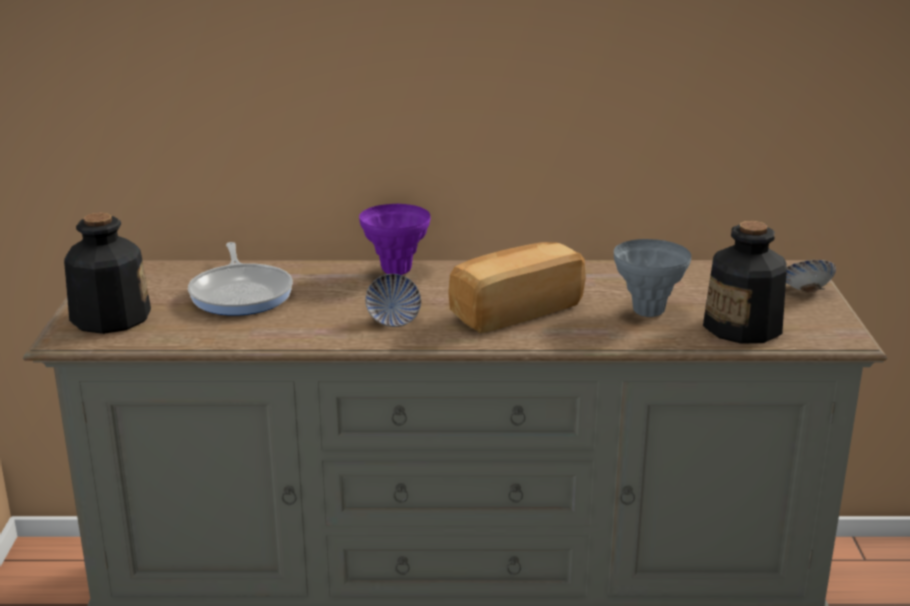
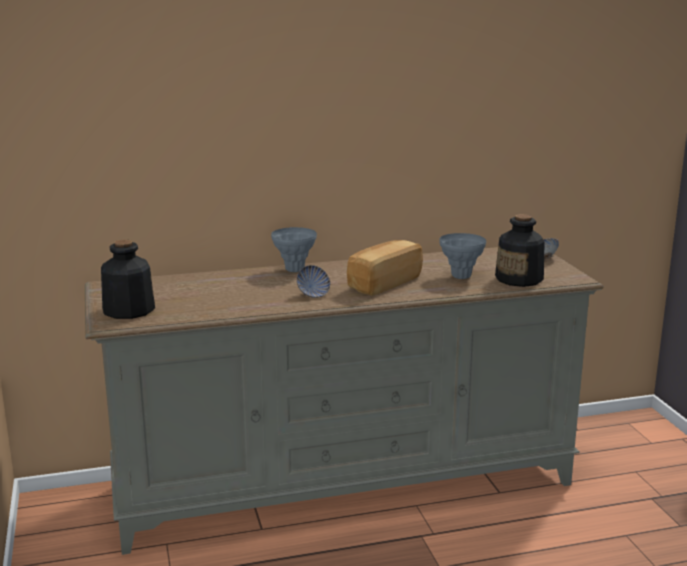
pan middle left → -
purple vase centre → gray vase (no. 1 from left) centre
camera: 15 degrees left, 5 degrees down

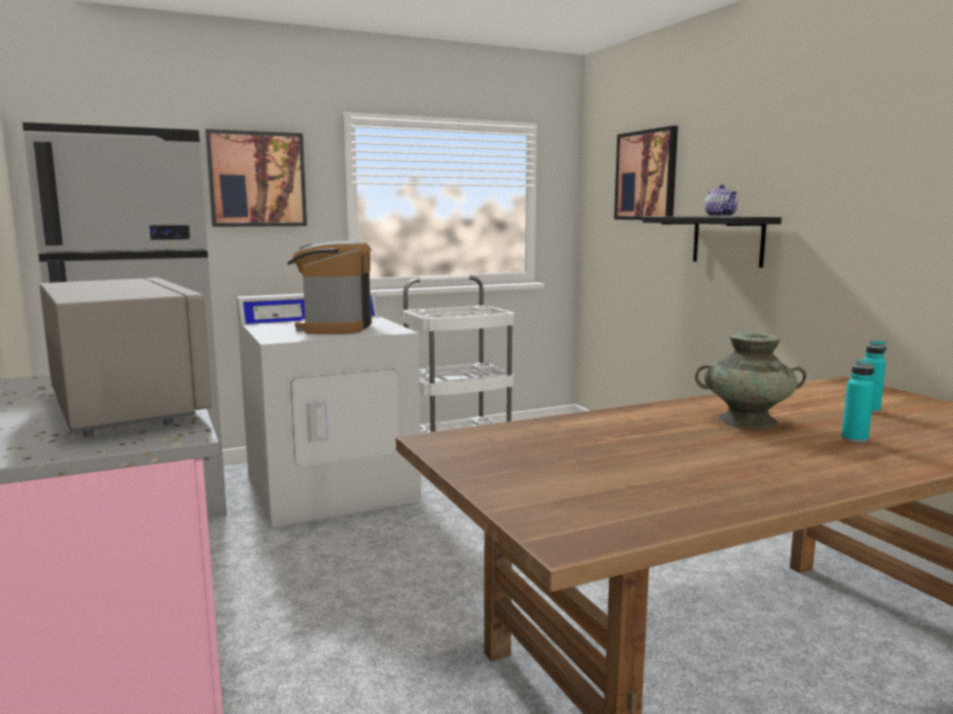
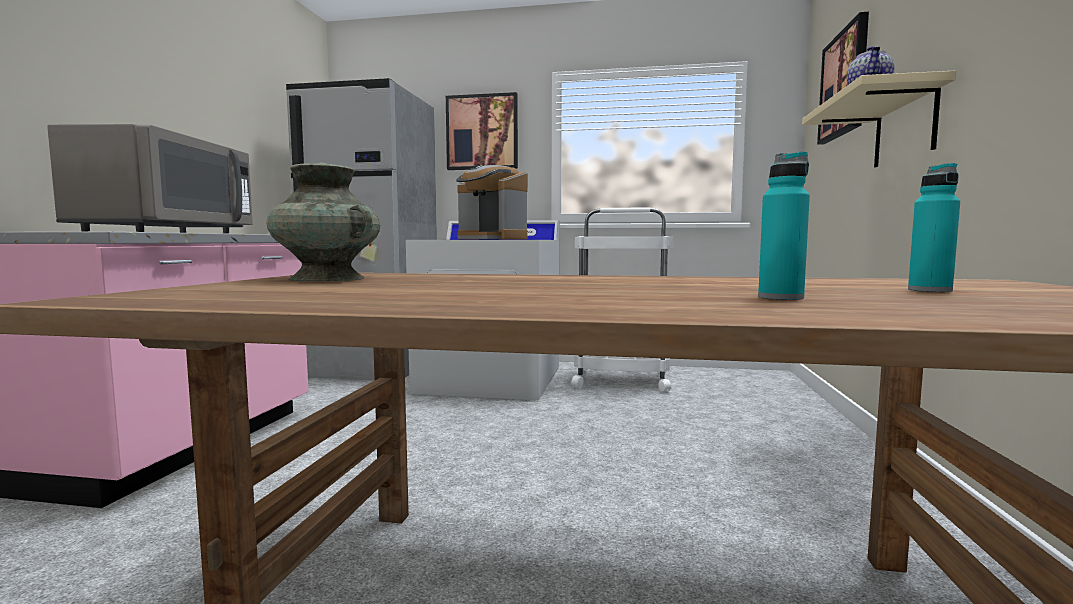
blue-green vase middle right → blue-green vase middle left, relocated
blackish shelf middle right → beige shelf top right
coffee brewer centre, 90 degrees counterclockwise
camera: 35 degrees right, 5 degrees down

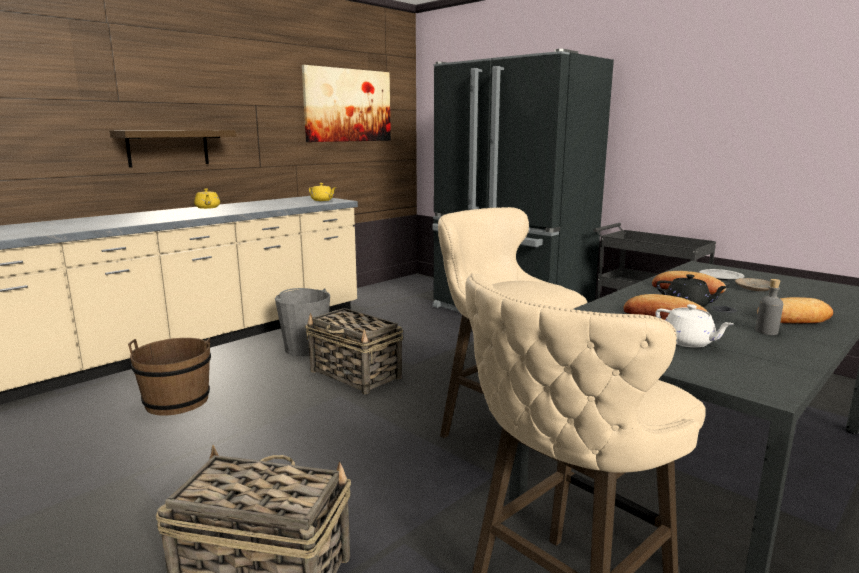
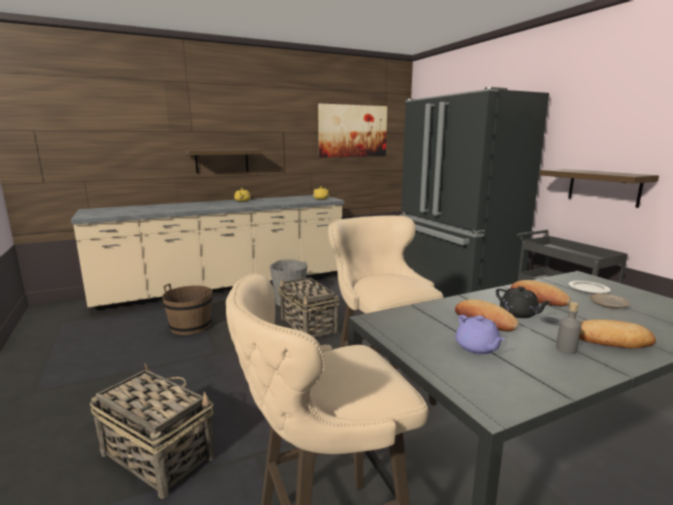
- → shelf (no. 2 from left) middle right
whitish tea pot middle right → purple tea pot middle right
camera: 20 degrees right, 0 degrees up

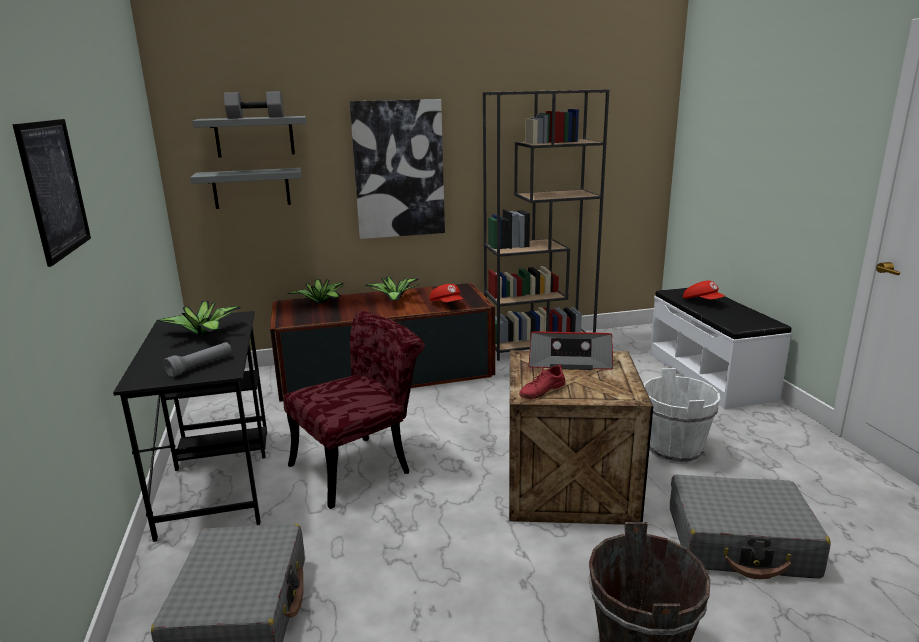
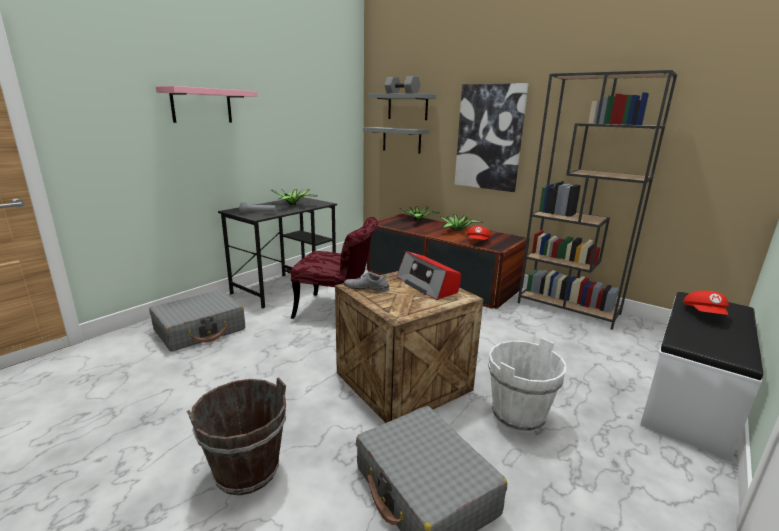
wall art (no. 1 from left) top left → pink shelf top left
red-coloured item of footwear centre → gray item of footwear centre
camera: 50 degrees right, 0 degrees up

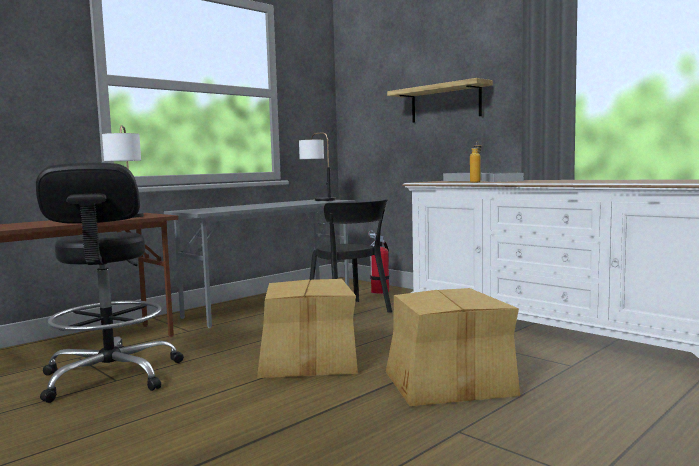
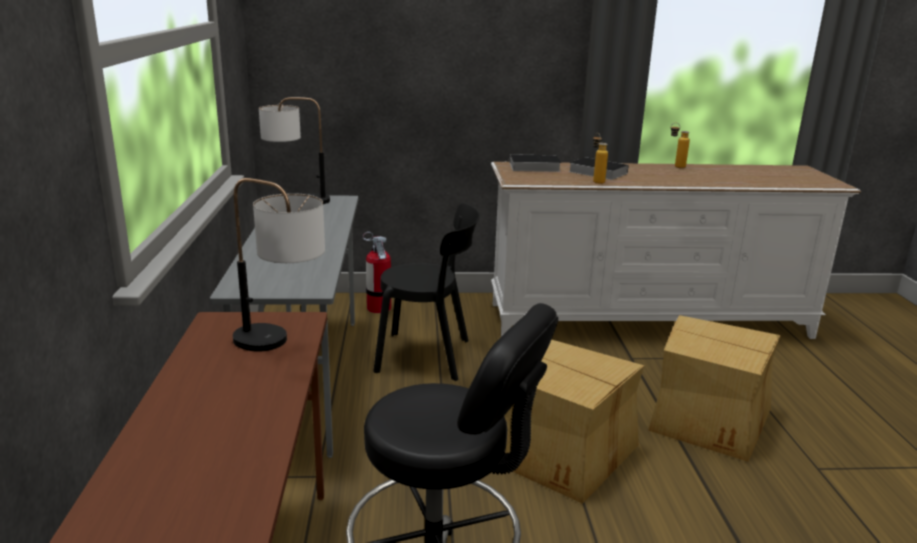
shelf top centre → -
- → bottle (no. 2 from left) top right
camera: 50 degrees left, 15 degrees up

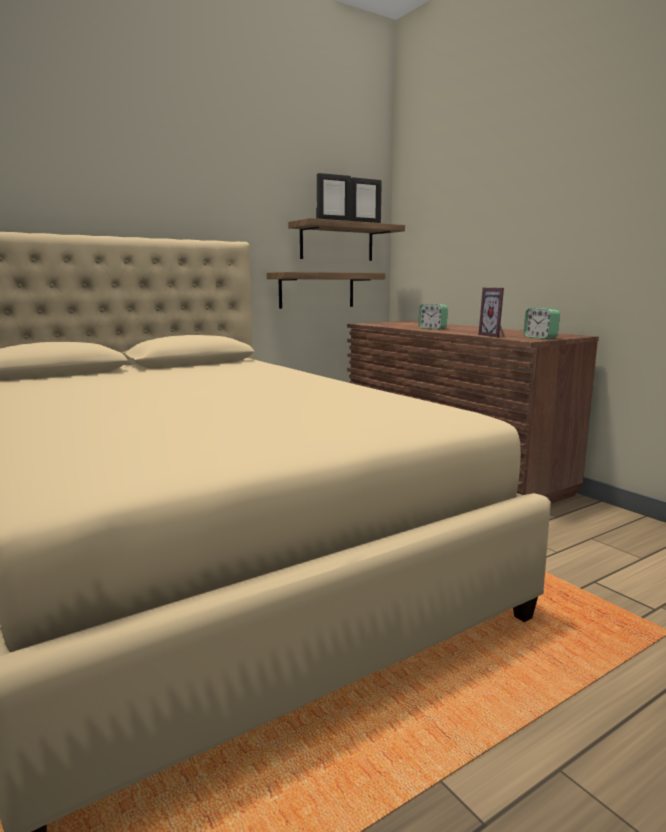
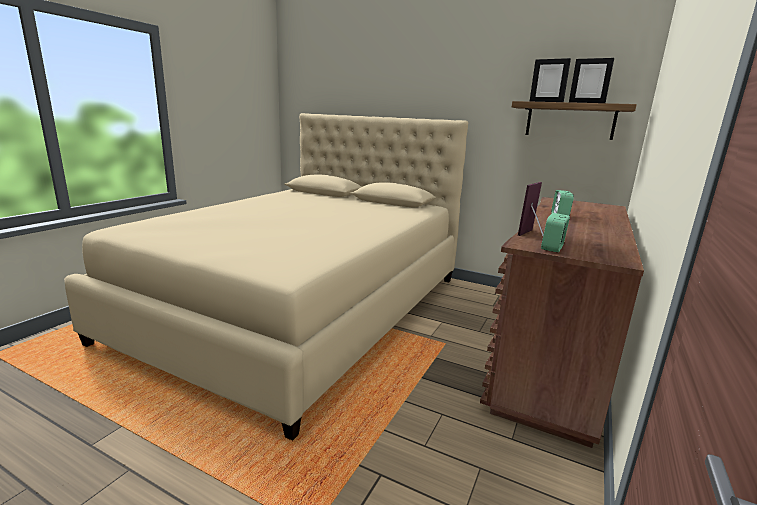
shelf (no. 1 from left) centre → -
camera: 60 degrees right, 5 degrees up

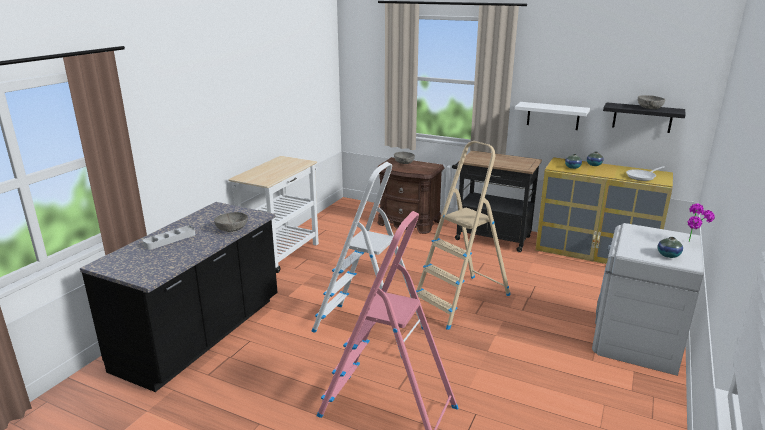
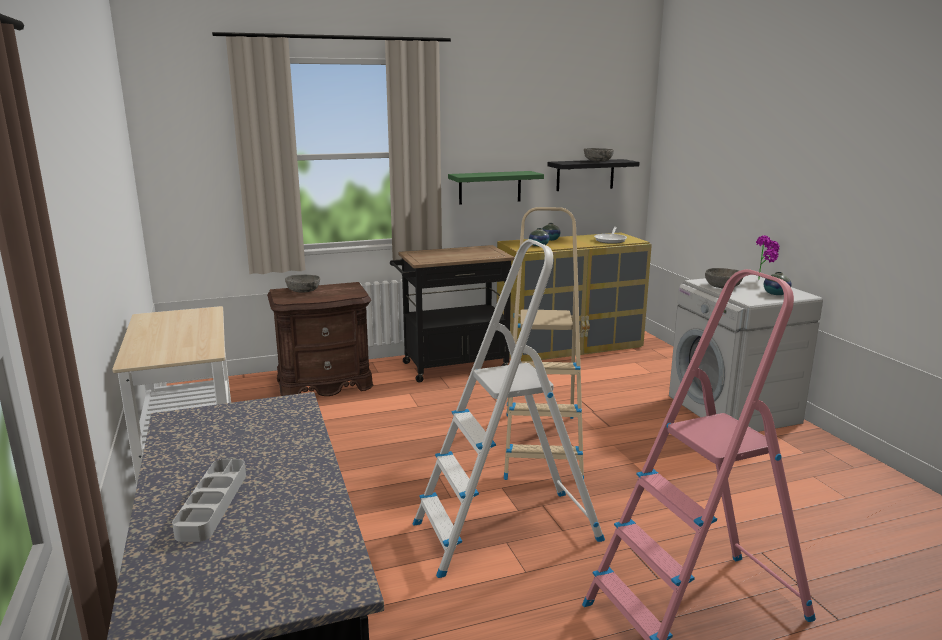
gray serving bowl (no. 1 from left in the first image) middle left → gray serving bowl (no. 3 from left) middle right, relocated
whitish shelf top right → green-coloured shelf top centre
camera: 45 degrees left, 5 degrees down

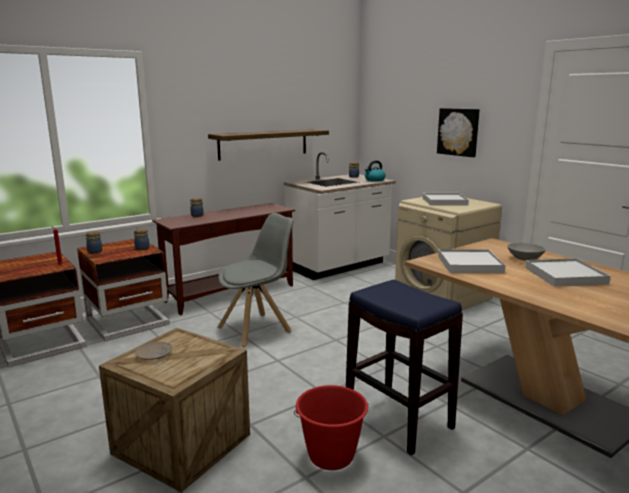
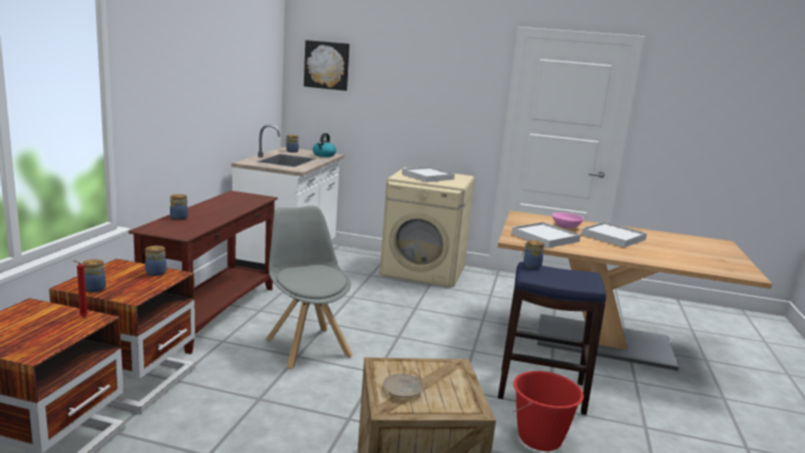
shelf top centre → -
- → storage jar (no. 5 from left) centre
wall art top right → wall art top centre, relocated
gray serving bowl middle right → pink serving bowl middle right
gray plain chair centre, 45 degrees counterclockwise
camera: 40 degrees left, 0 degrees up

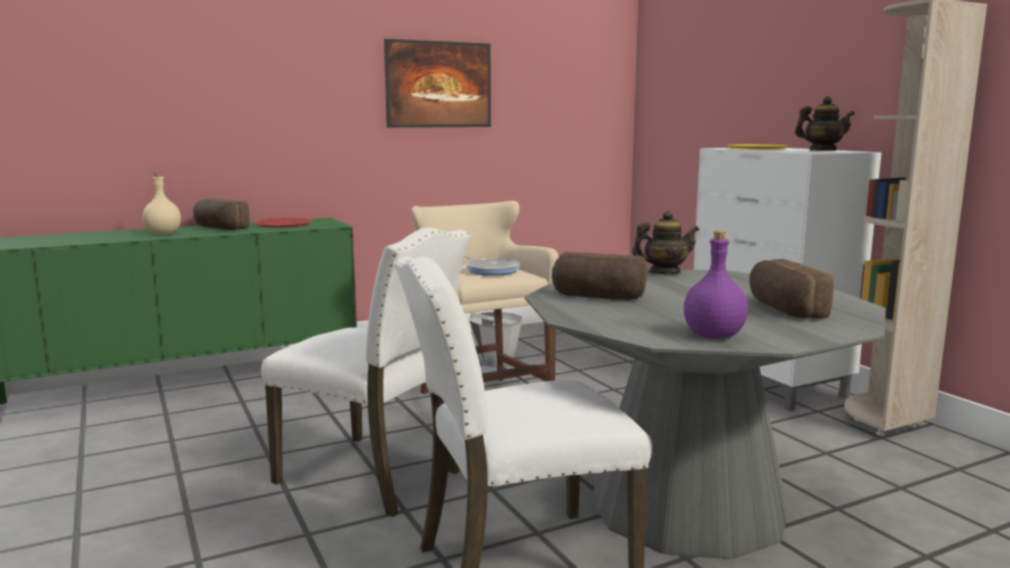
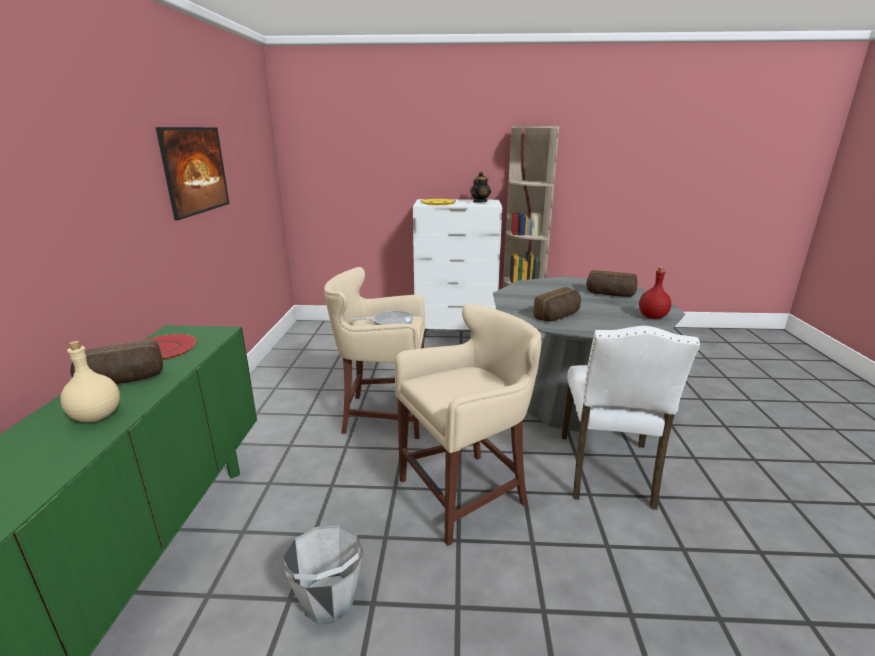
tea pot (no. 1 from left) centre → -
gray water bucket centre → gray water bucket bottom centre, relocated
whitish plain chair (no. 1 from left) centre → beige stool (no. 2 from left) centre
purple bottle middle right → red-coloured bottle middle right
camera: 60 degrees left, 10 degrees up

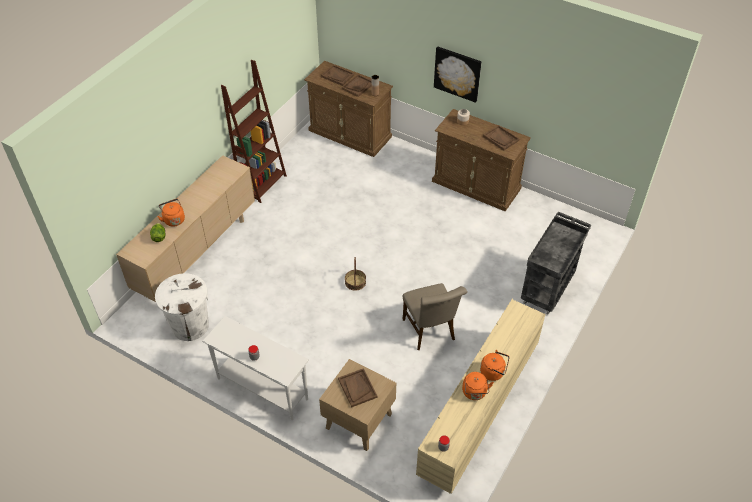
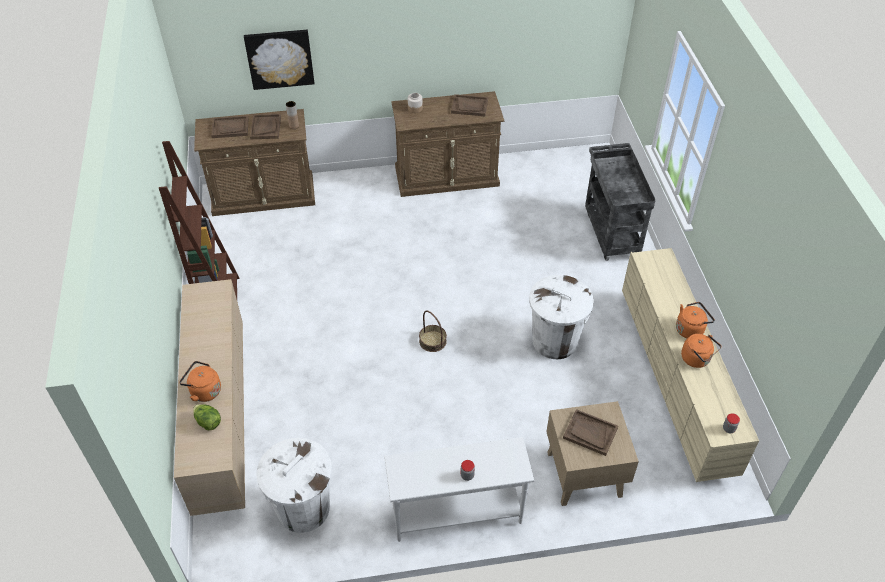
wall art top centre → wall art top left, relocated
beige plain chair centre → whitish rubbish bin (no. 2 from left) centre
camera: 40 degrees left, 0 degrees up

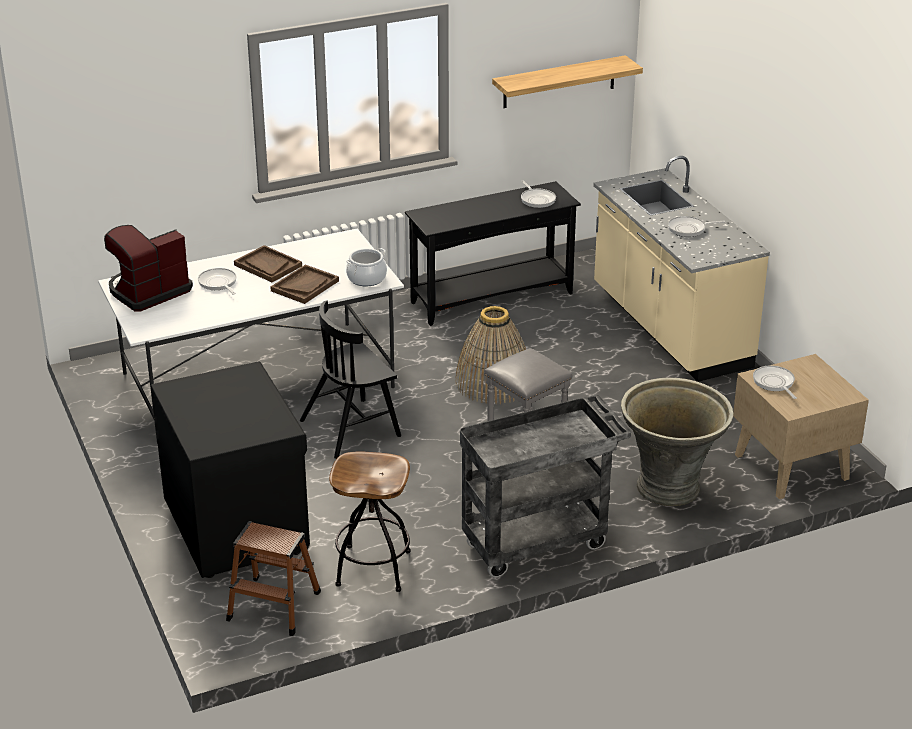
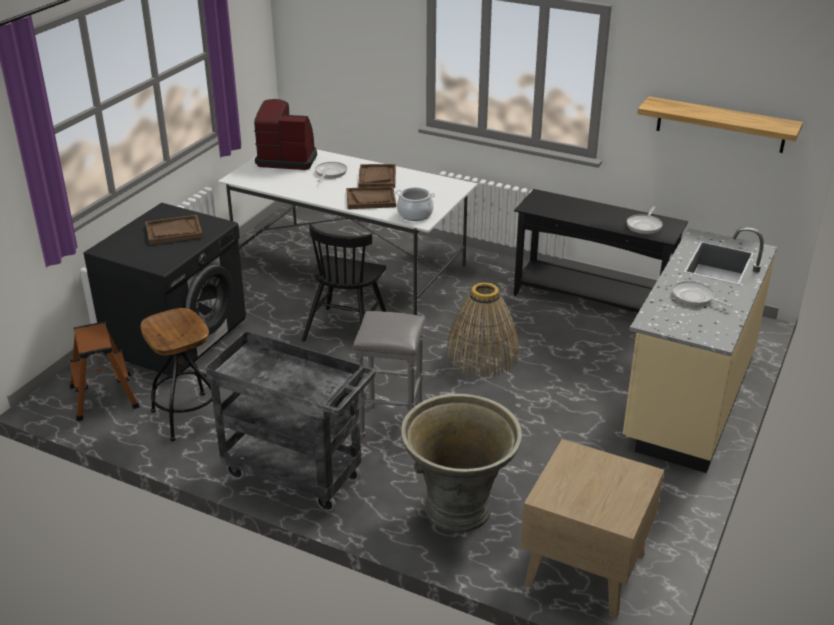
pan (no. 4 from left) middle right → -
- → brown tray (no. 1 from left) middle left
blackish plain chair centre, 90 degrees counterclockwise
camera: 50 degrees right, 0 degrees up

